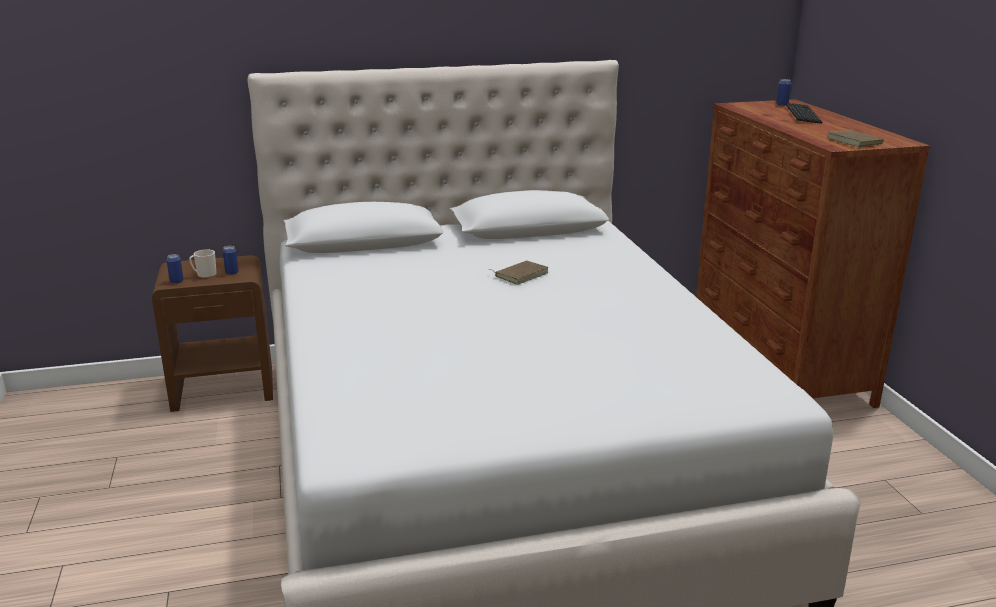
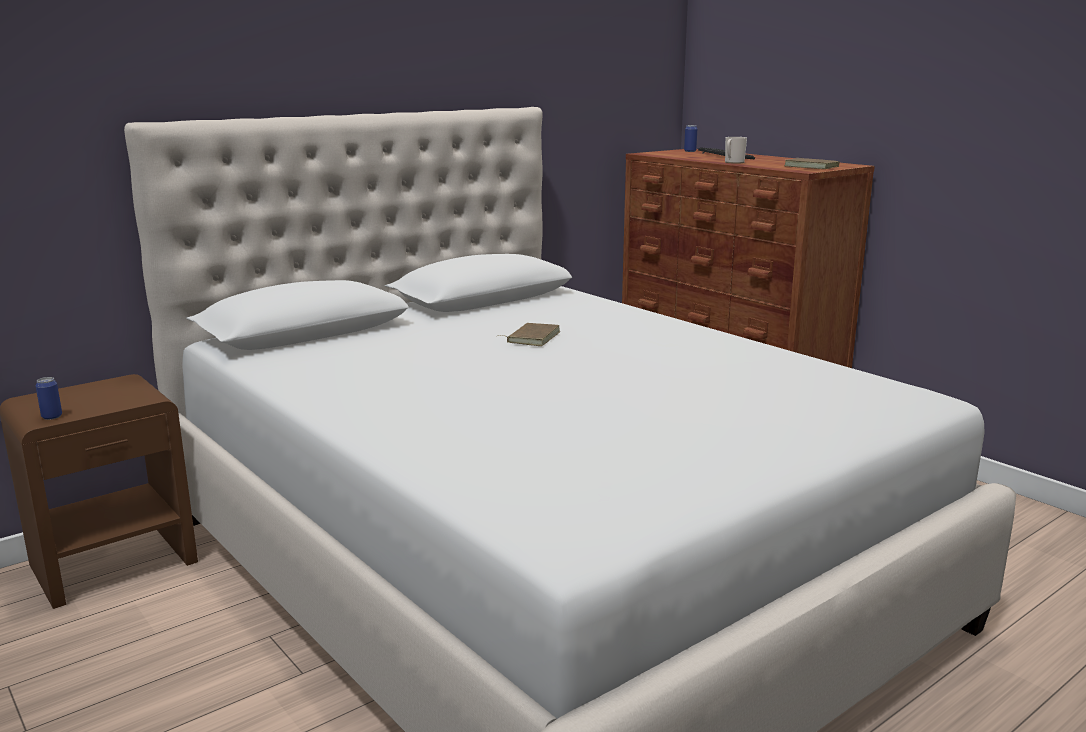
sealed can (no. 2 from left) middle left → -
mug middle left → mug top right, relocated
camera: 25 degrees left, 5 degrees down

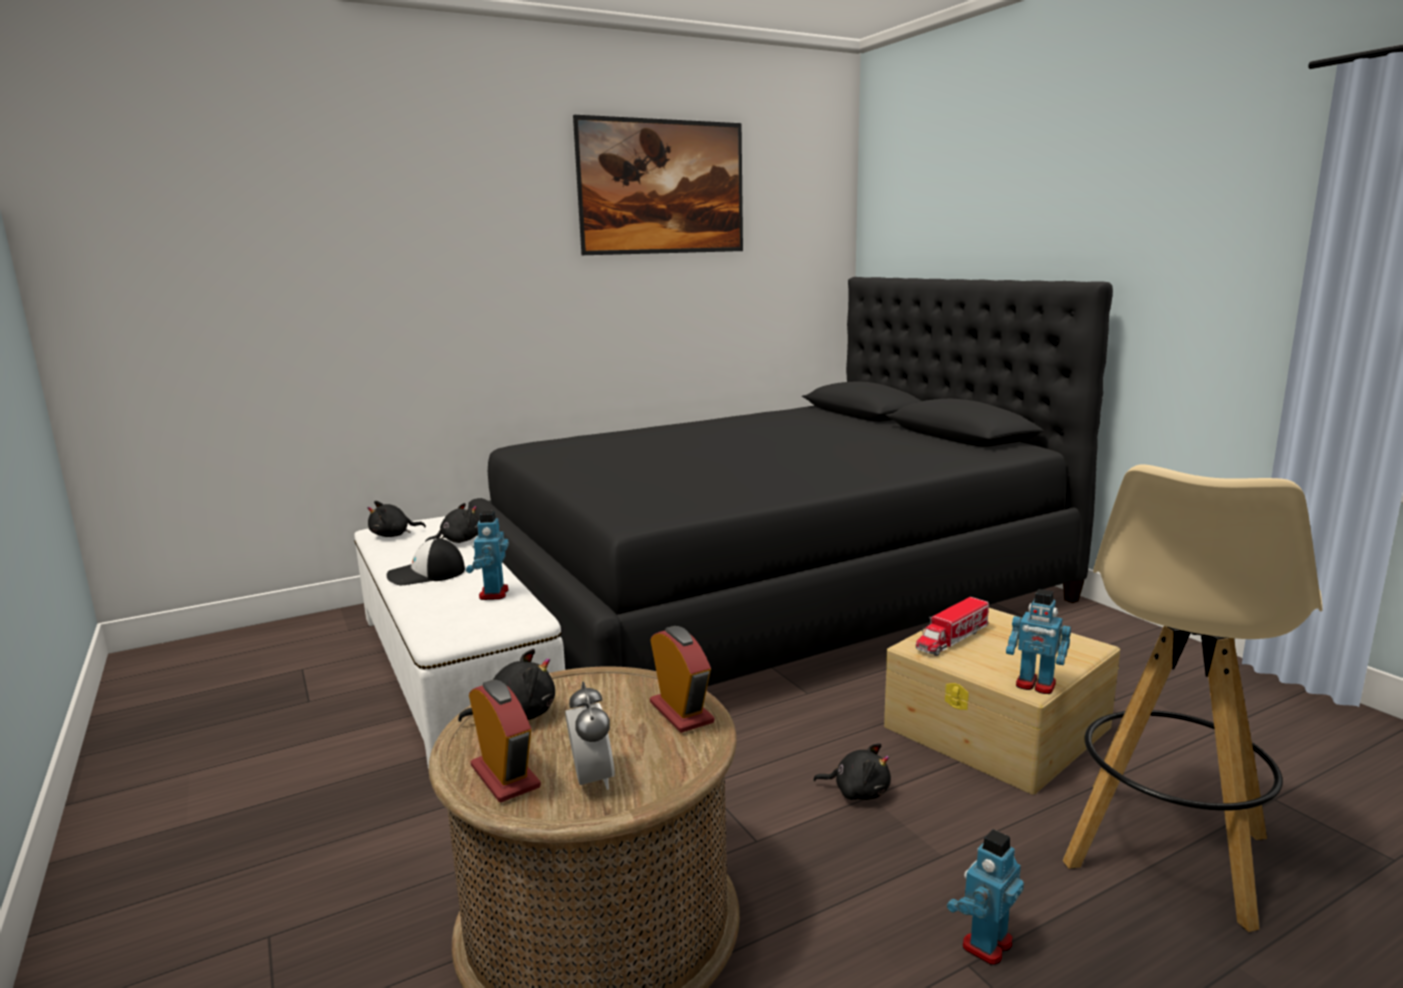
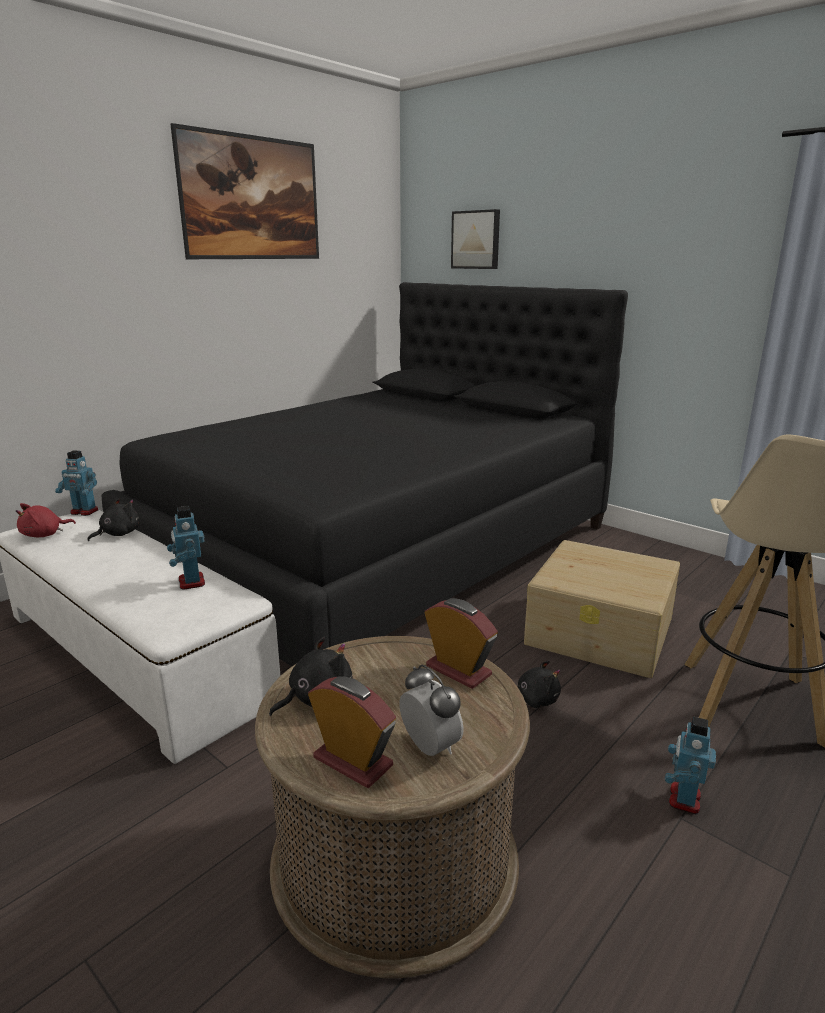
baseball cap middle left → -
model truck middle right → -
- → wall art (no. 2 from left) top centre
toy robot (no. 3 from left in the first image) middle right → toy robot (no. 1 from left) middle left, relocated
blackish soft toy (no. 1 from left) middle left → red-coloured soft toy middle left
camera: 20 degrees left, 5 degrees up

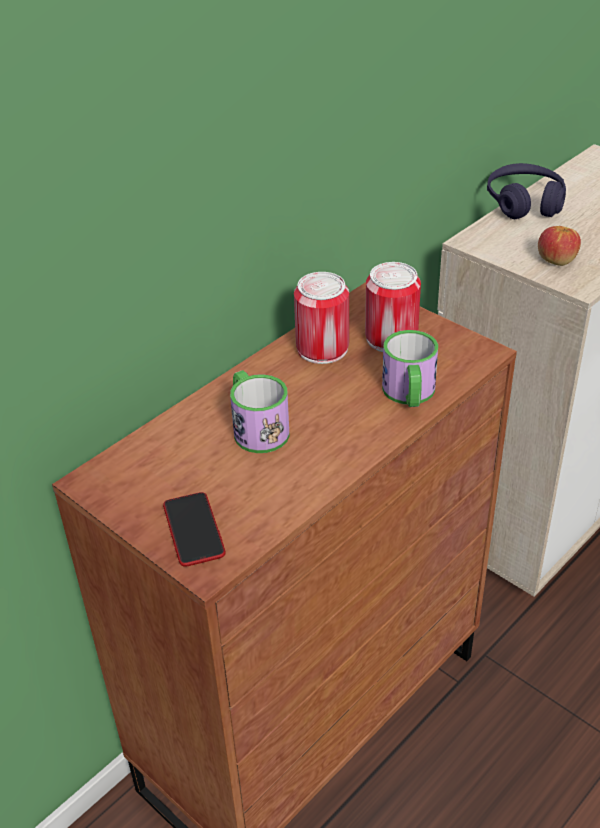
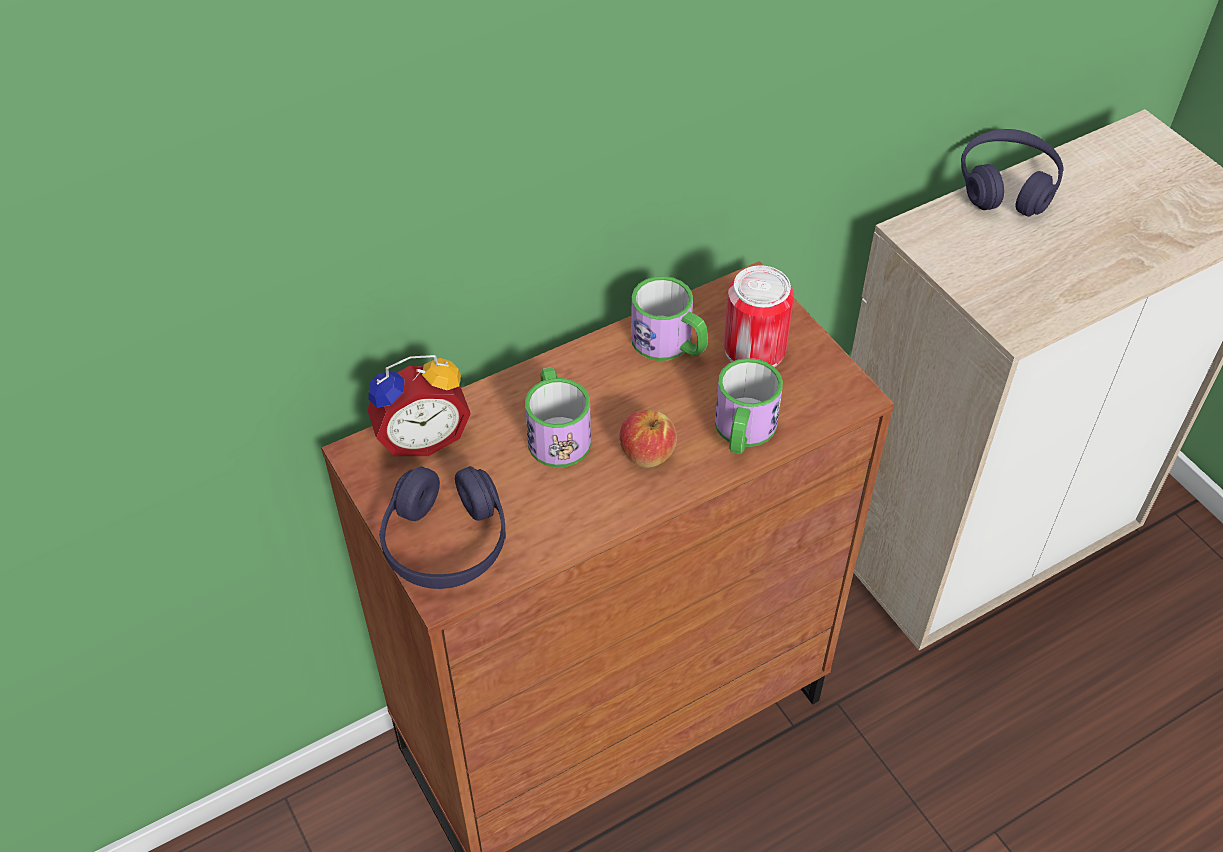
- → table clock centre
apple top right → apple centre, relocated
handset middle left → purple headphones (no. 1 from left) centre
sealed can (no. 1 from left) centre → mug (no. 2 from left) centre
camera: 15 degrees right, 10 degrees up

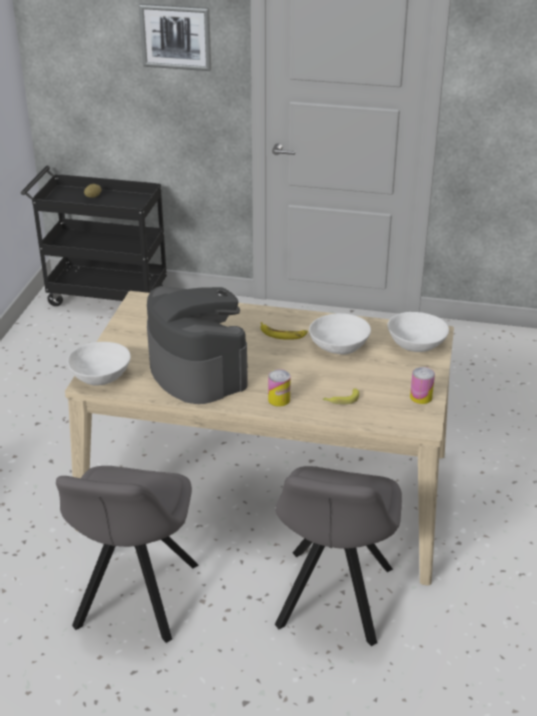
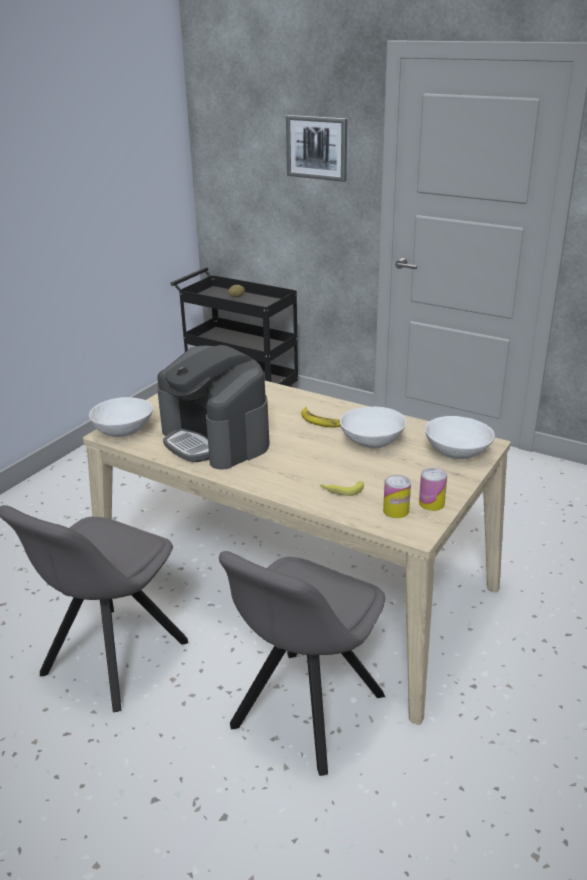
sealed can (no. 1 from left) centre → sealed can (no. 1 from left) middle right, relocated
coffee brewer centre, 150 degrees clockwise
camera: 20 degrees right, 5 degrees down

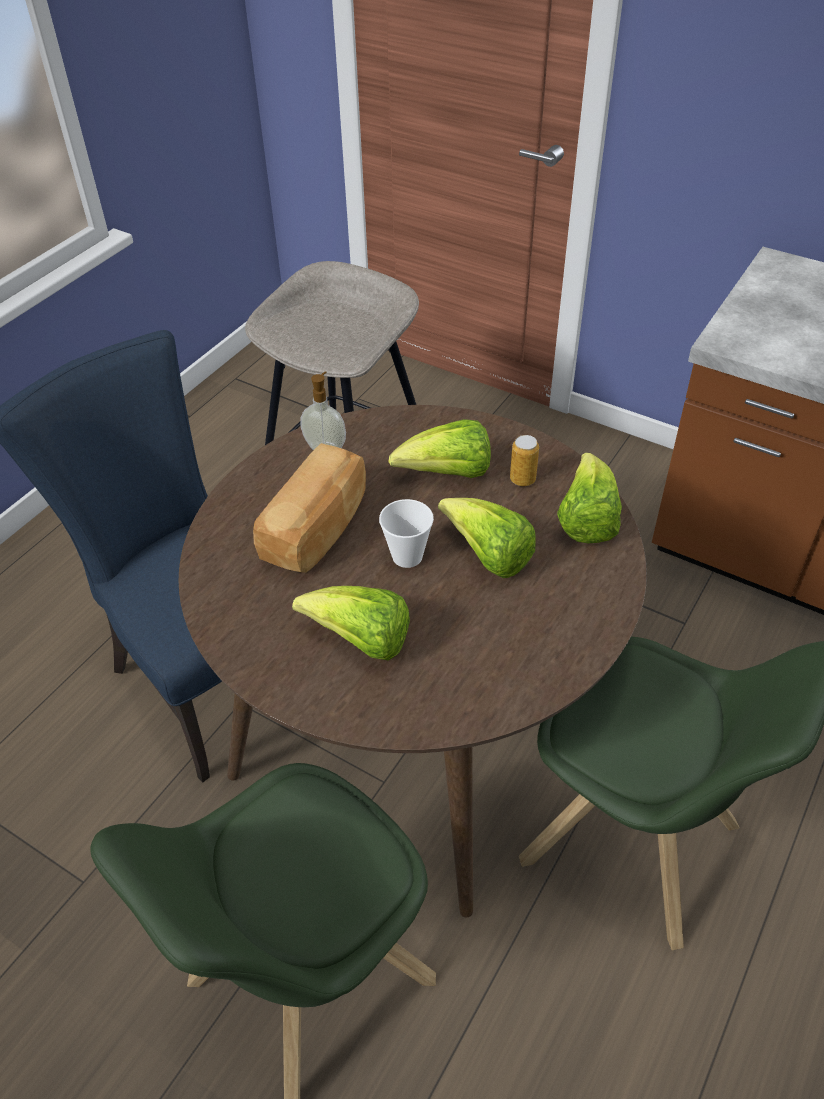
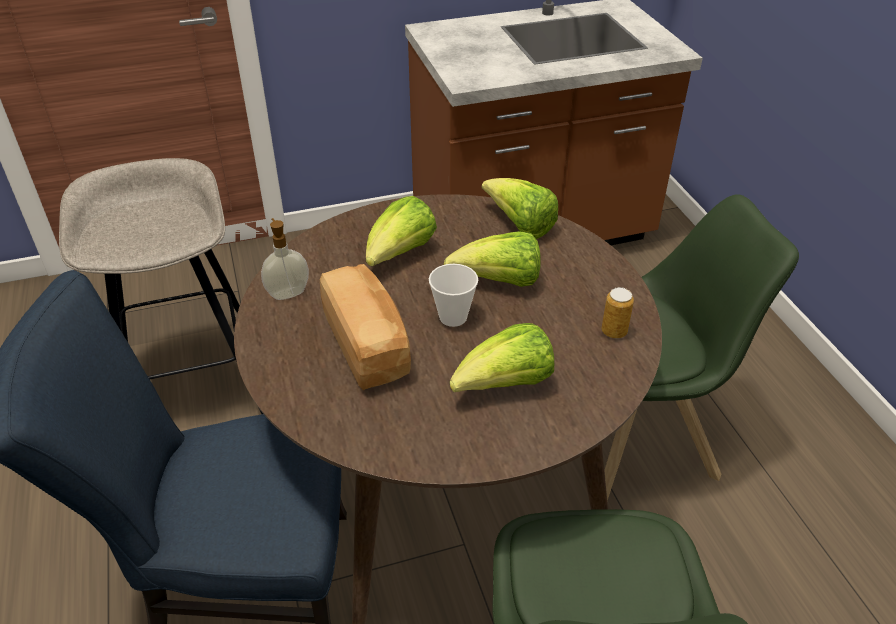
sealed can centre → sealed can middle right, relocated
camera: 50 degrees left, 5 degrees down

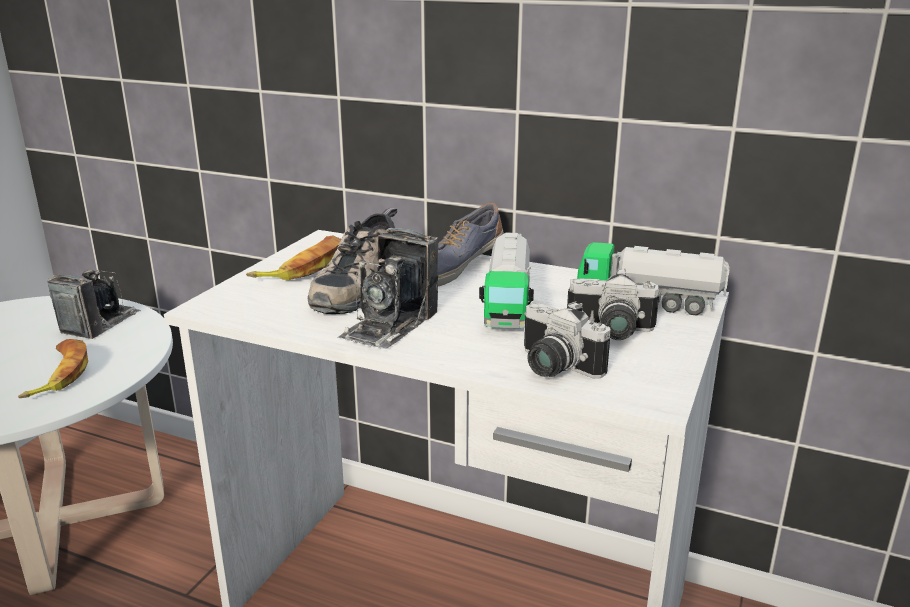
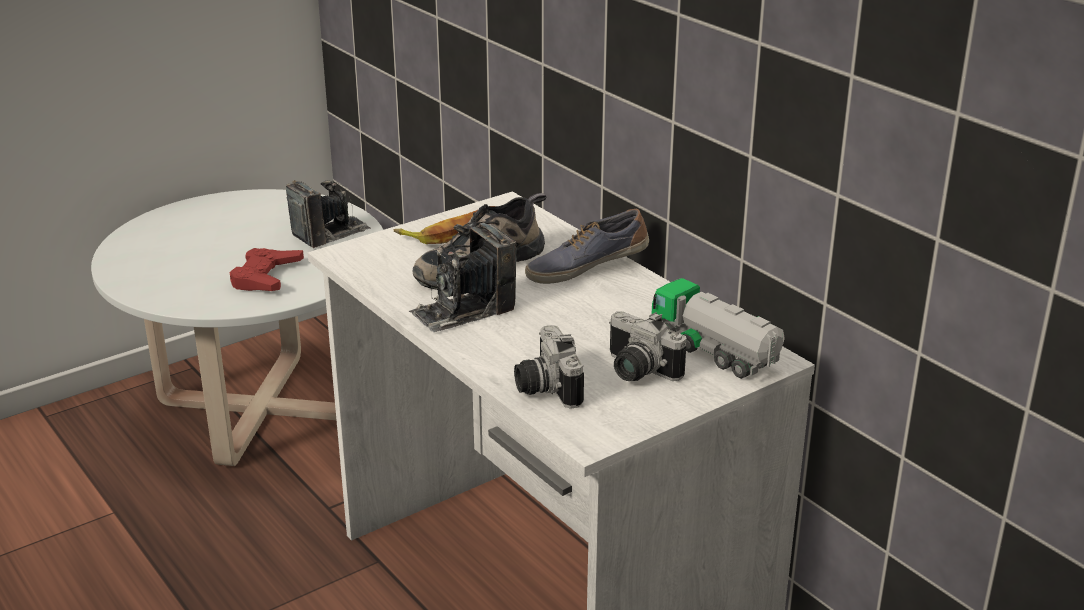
model truck (no. 1 from left) centre → -
banana (no. 1 from left) middle left → red-coloured joypad middle left
camera: 30 degrees right, 5 degrees up

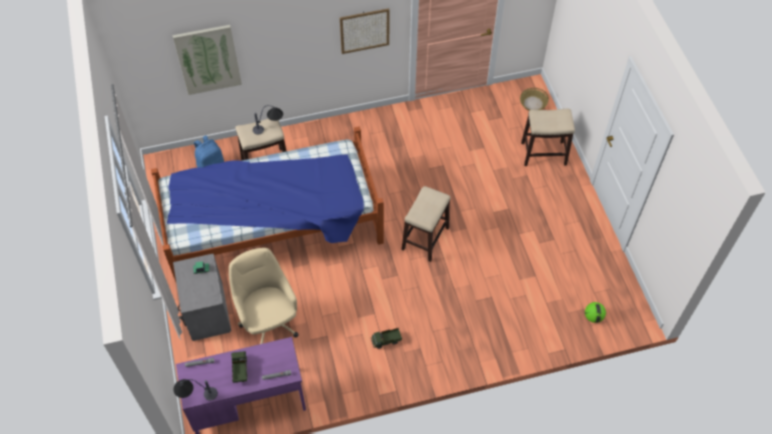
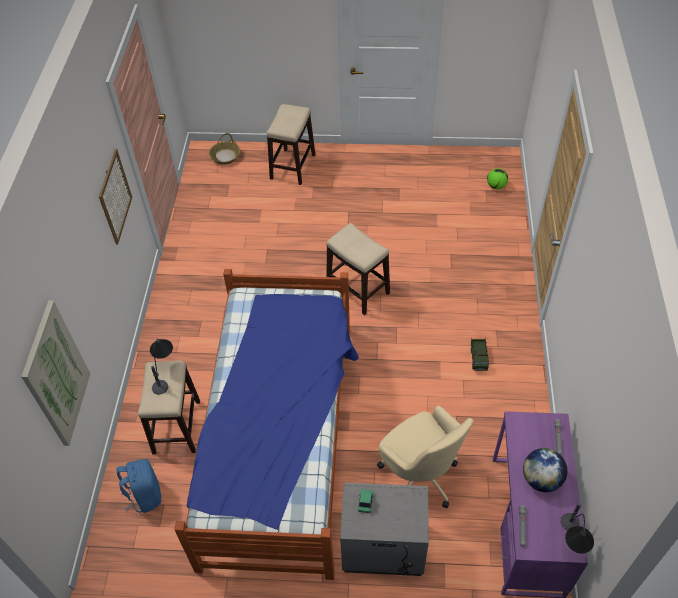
model truck (no. 1 from left) bottom left → world globe bottom right
beige desk chair bottom centre, 120 degrees counterclockwise
camera: 70 degrees left, 5 degrees down

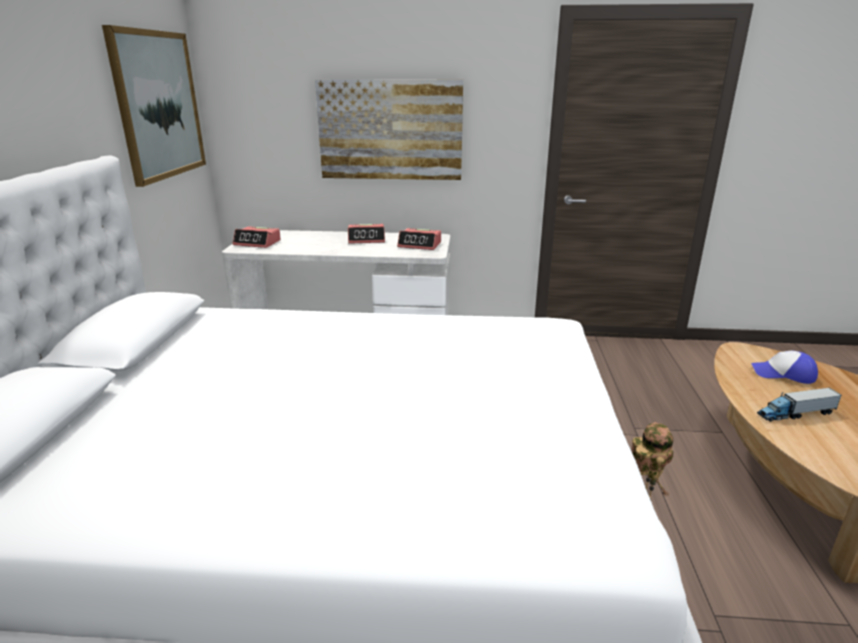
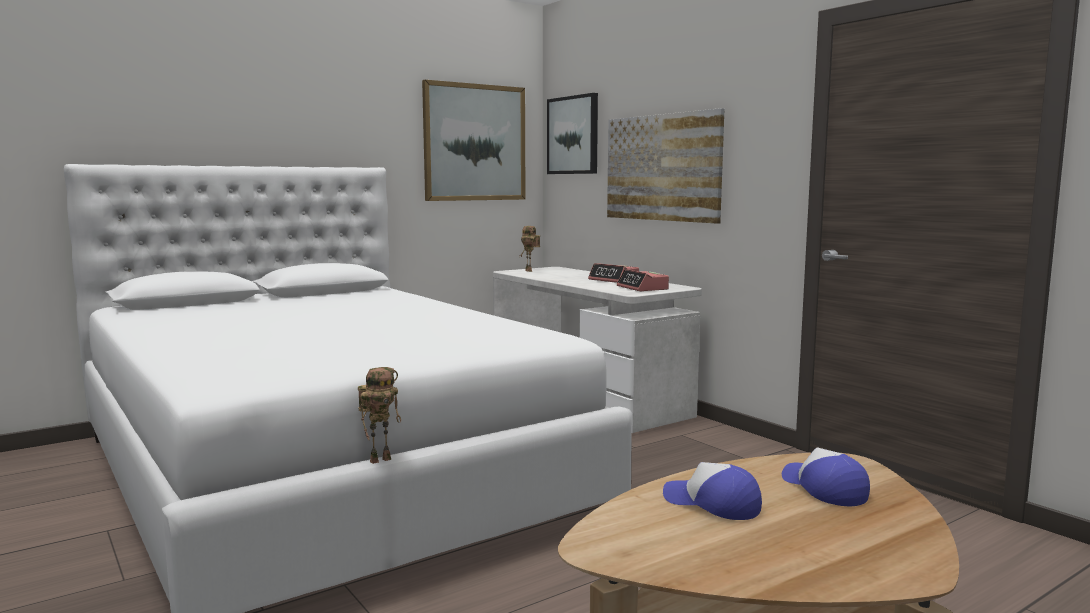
- → wall art (no. 2 from left) top centre
table clock (no. 1 from left) middle left → toy robot (no. 2 from left) centre
model truck middle right → baseball cap (no. 1 from left) bottom centre
camera: 50 degrees right, 15 degrees down

